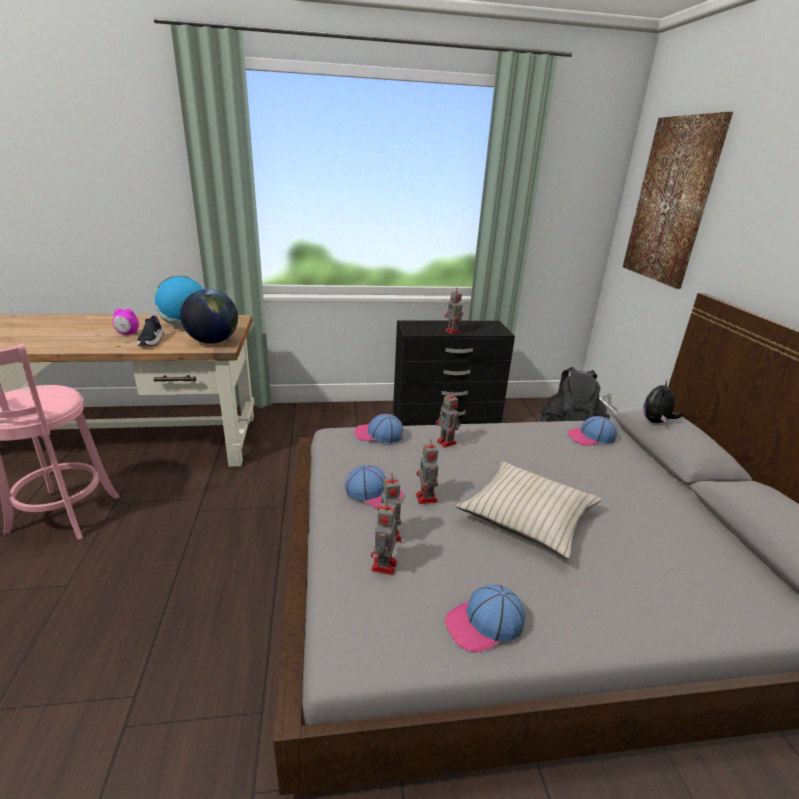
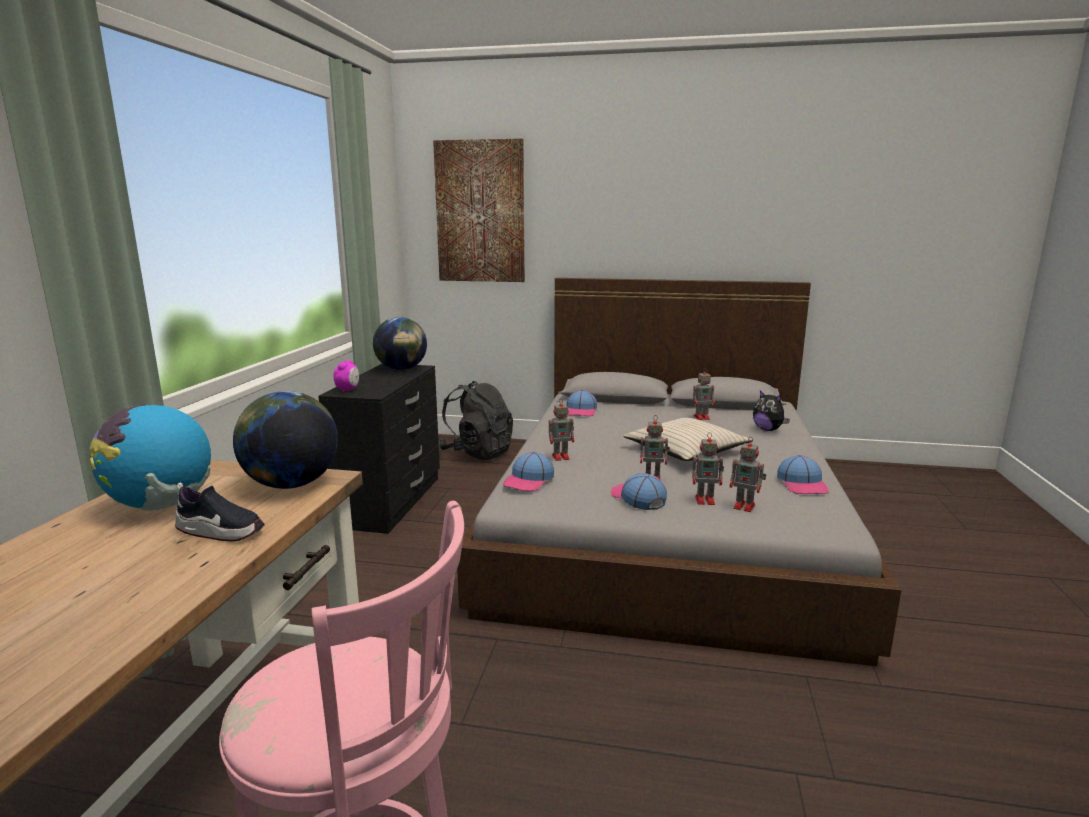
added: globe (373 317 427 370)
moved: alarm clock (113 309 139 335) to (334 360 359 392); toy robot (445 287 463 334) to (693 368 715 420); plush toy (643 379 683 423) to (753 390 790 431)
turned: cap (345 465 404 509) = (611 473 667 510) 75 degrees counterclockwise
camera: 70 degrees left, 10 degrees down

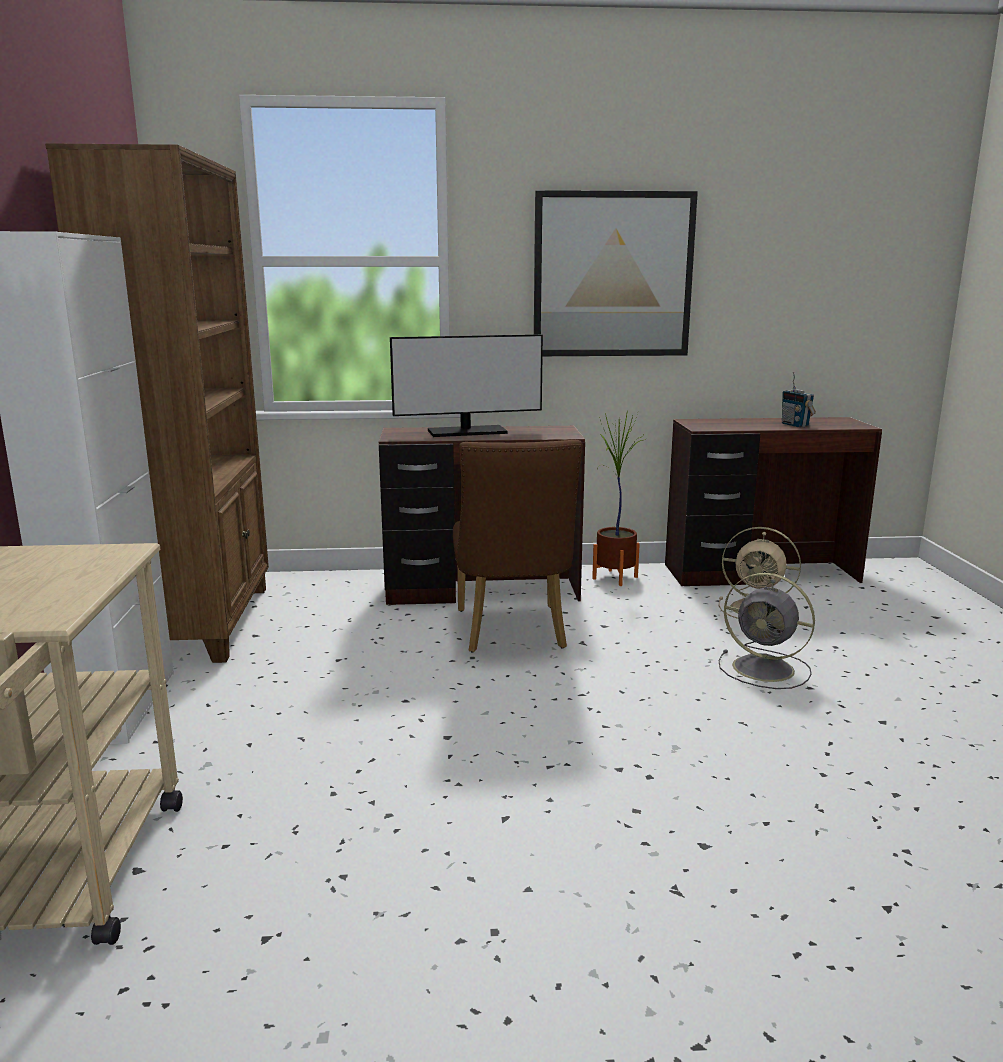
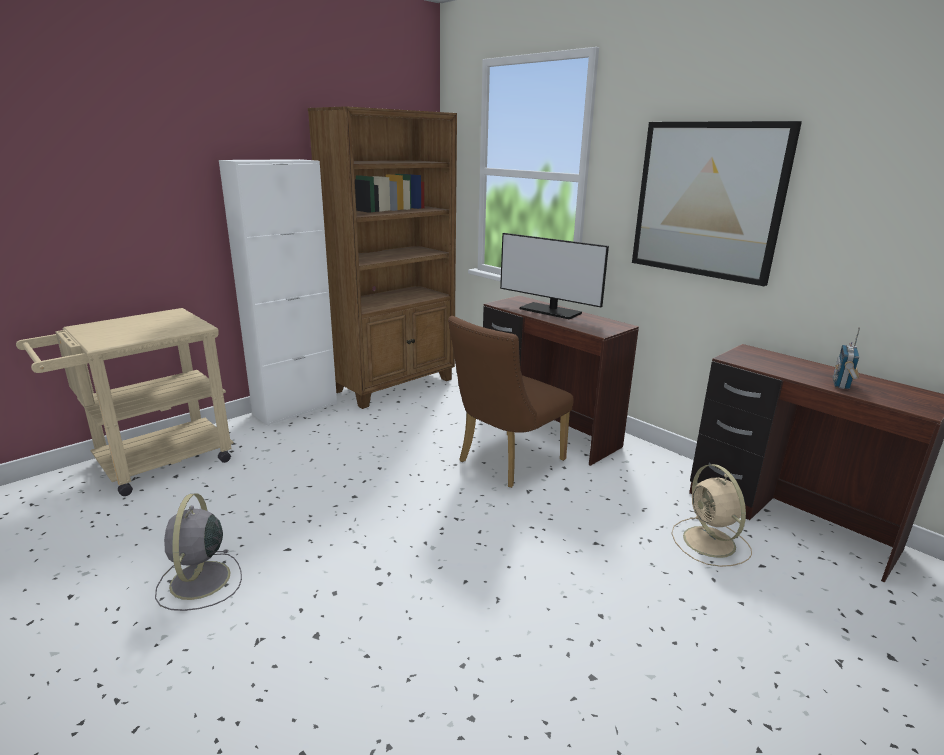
removed: potted plant (592 410 647 586)
moved: grey fan (719 573 815 689) to (155 494 242 611)
camera: 50 degrees right, 5 degrees up

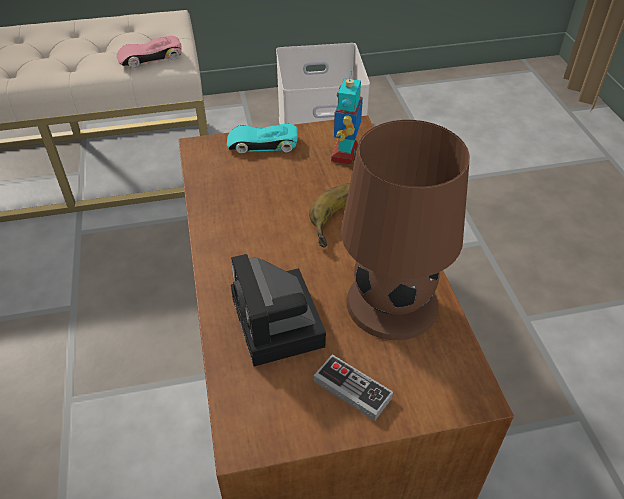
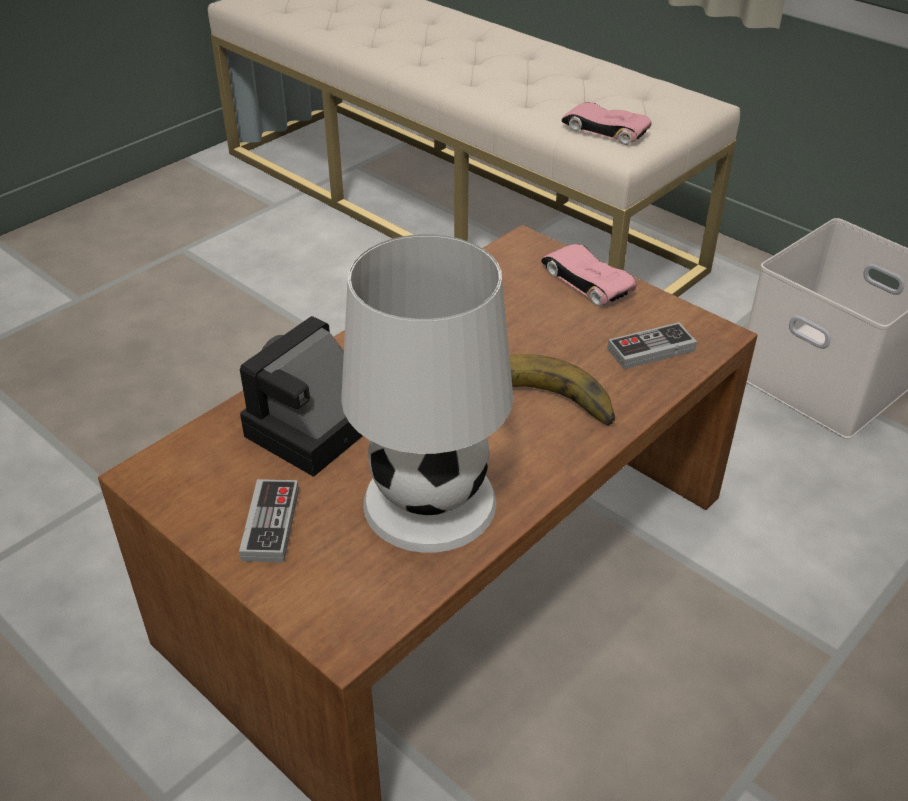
replaced: toy robot (331 71 363 164) to game controller (607 322 697 369)
recoloured: turquoise toy car (227 124 298 153) to pink toy car (541 244 637 306); brown table lamp (341 120 470 340) to white table lamp (341 234 513 553)
camera: 55 degrees right, 5 degrees down

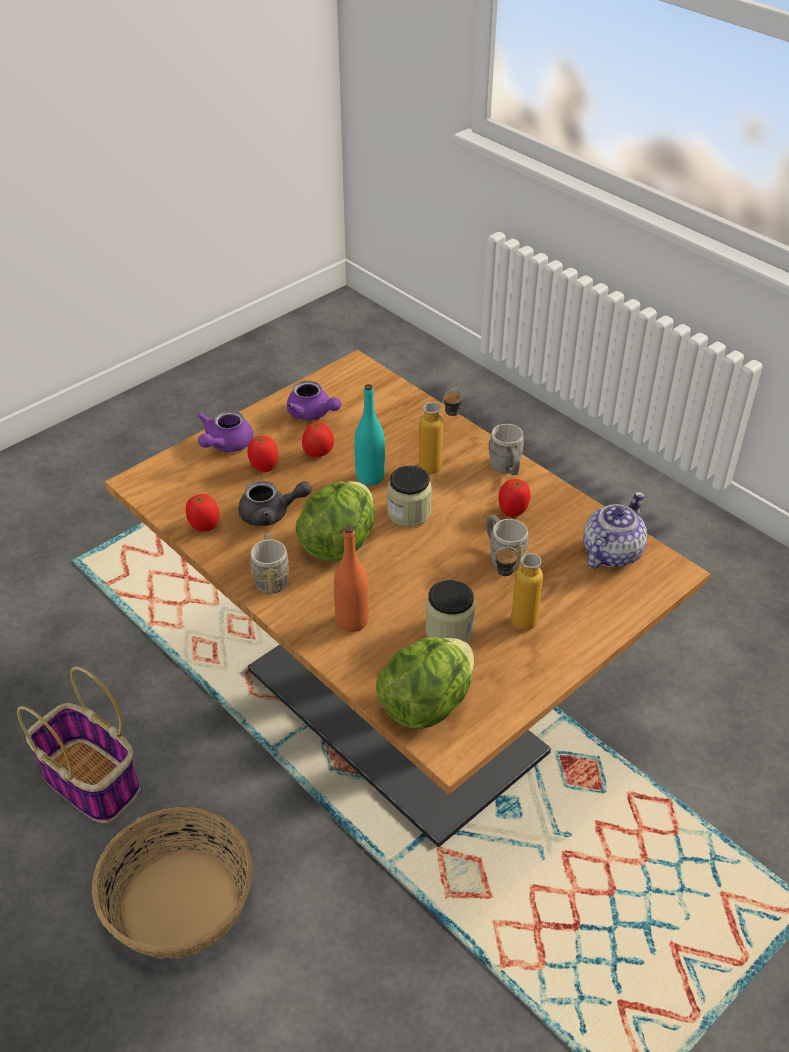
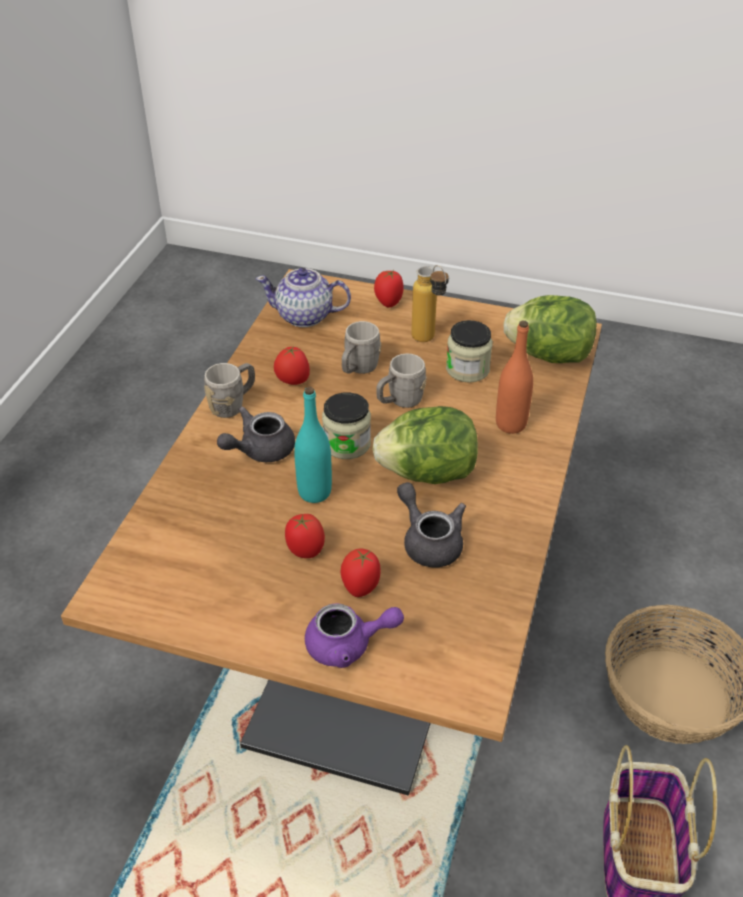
removed: purple teapot (287 380 341 421)
moved: tomato (186 494 219 532) to (374 270 404 307); grey mug (250 533 290 594) to (376 353 426 408)
replaced: bottle (419 389 463 474) to grey teapot (217 407 295 462)
camera: 120 degrees left, 0 degrees up

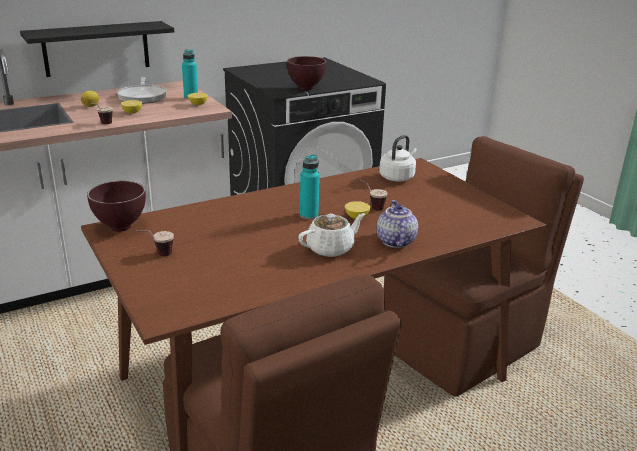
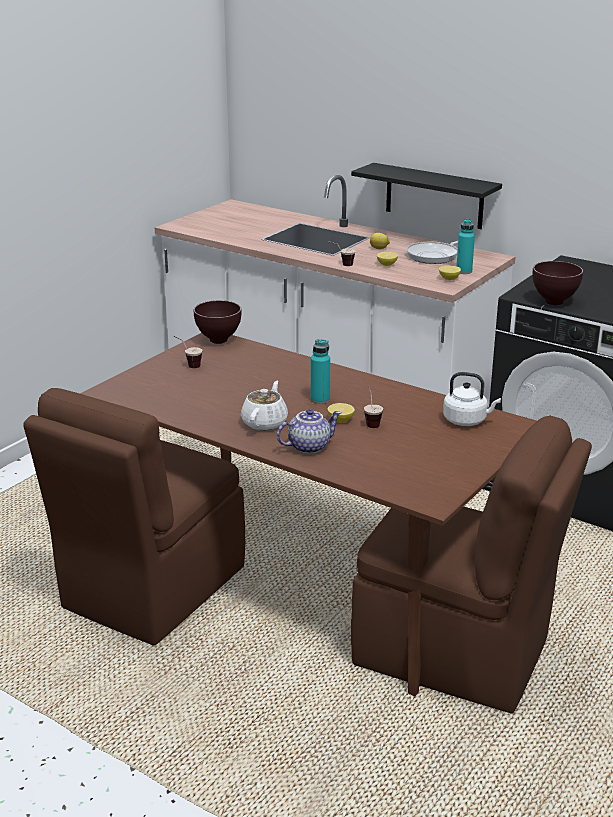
turned: white teapot (298 213 366 257) = (241 381 288 430) 105 degrees counterclockwise
camera: 65 degrees right, 0 degrees up

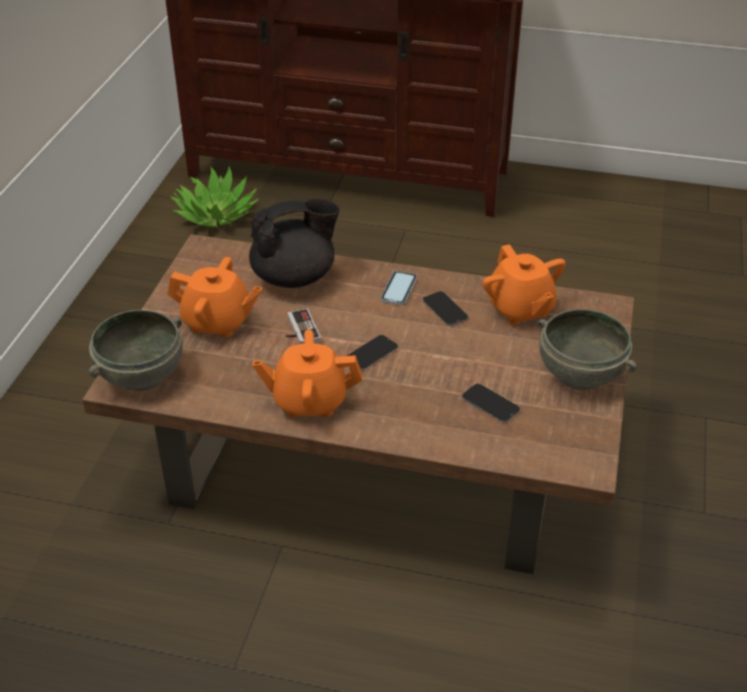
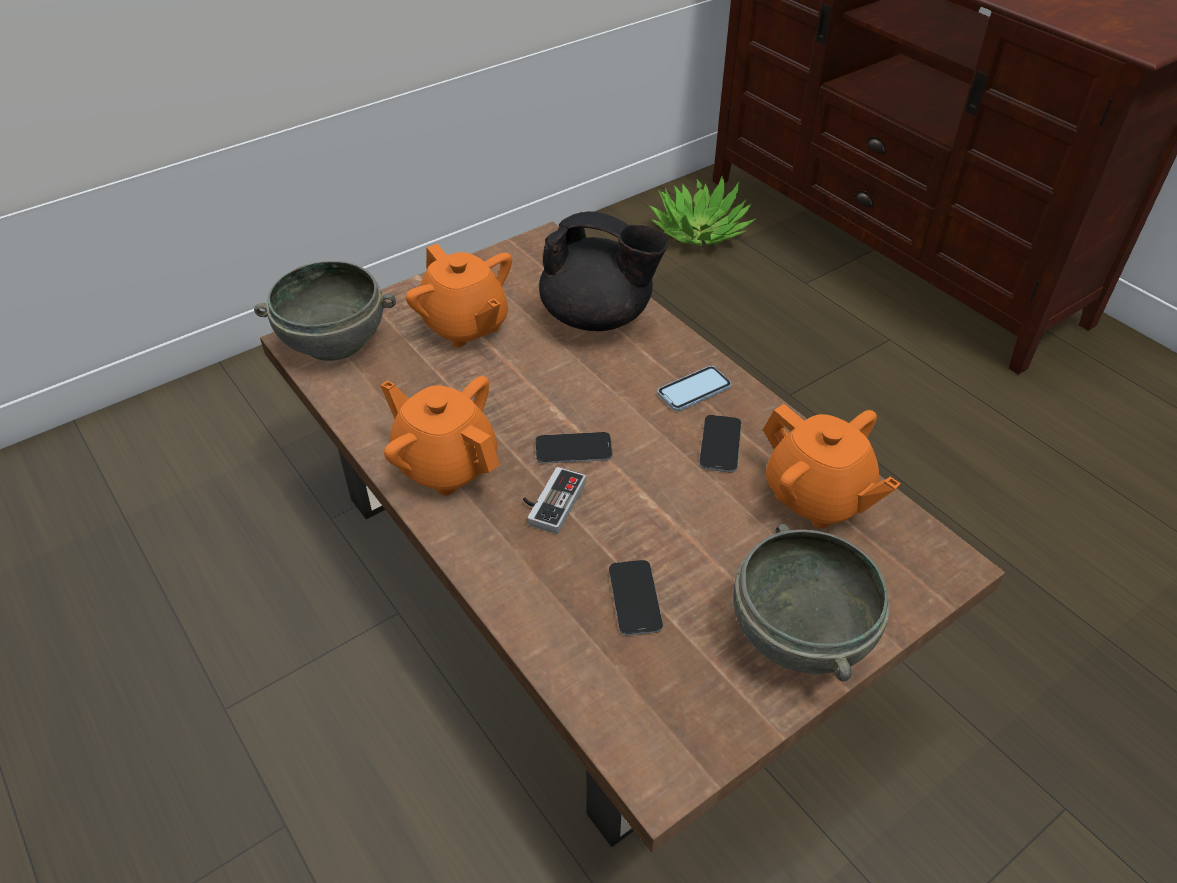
moved: game controller (286 308 321 344) to (523 467 586 534)
turned: orange teapot (483 244 566 325) = (763 404 901 529) 60 degrees counterclockwise
camera: 40 degrees right, 5 degrees up

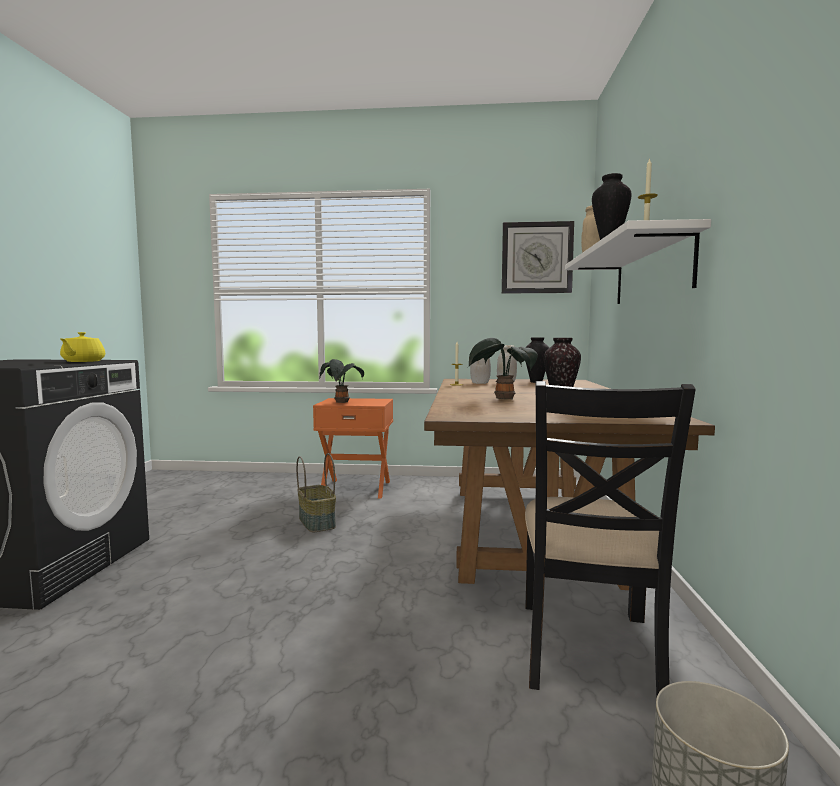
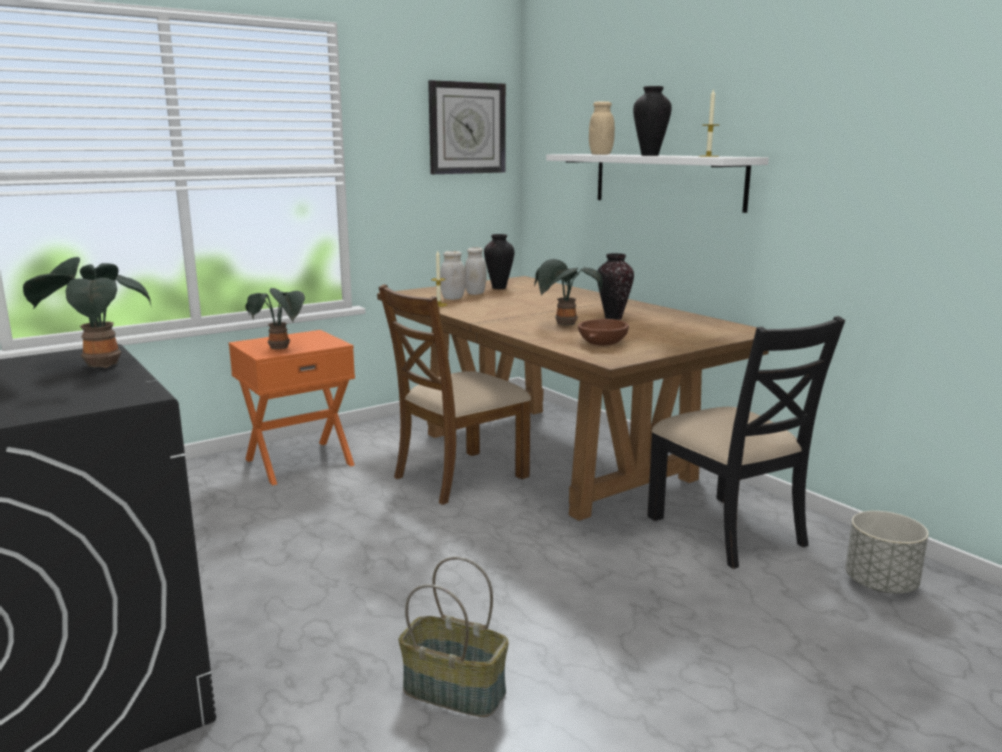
added: brown chair (378 284 531 505); brown bowl (578 319 629 345)
moved: basket (296 453 336 532) to (399 557 509 717)
replaced: yellow teapot (60 332 105 362) to potted plant (23 257 151 368)
camera: 40 degrees left, 10 degrees up

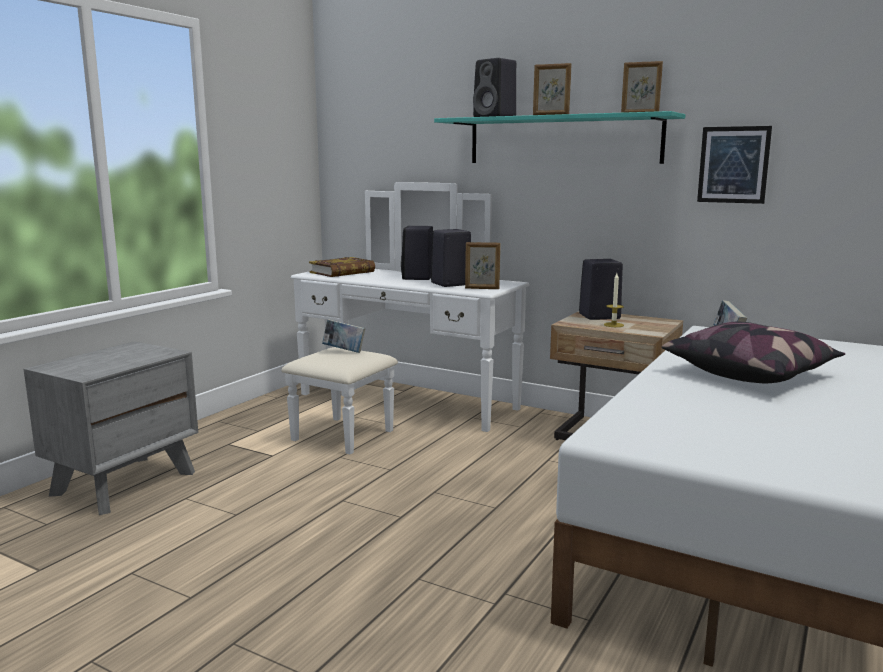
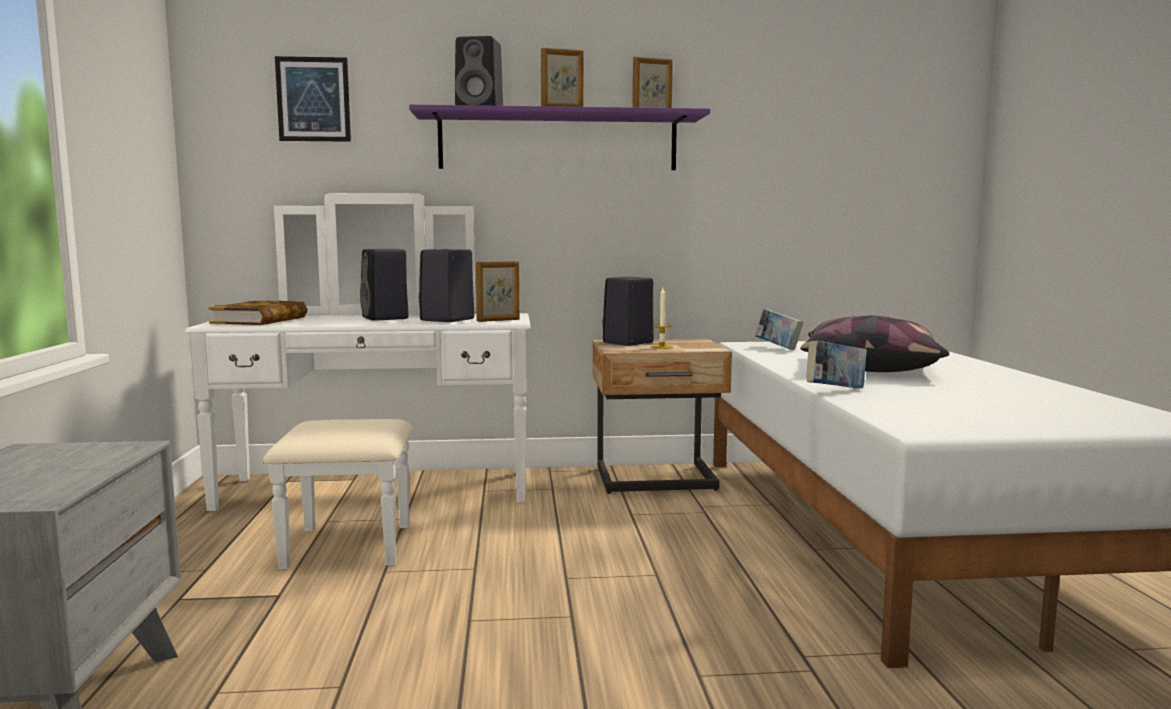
moved: book (322 319 365 353) to (807 340 867 388); picture (697 126 772 204) to (275 56 351 142)
recoloured: turquoise shelf (434 111 685 164) to purple shelf (409 105 710 170)
camera: 35 degrees left, 5 degrees down

